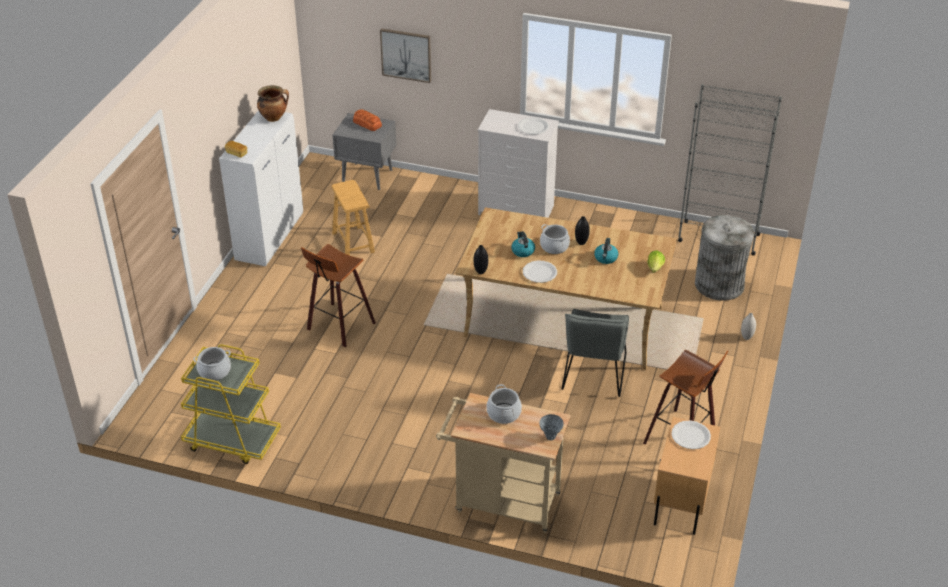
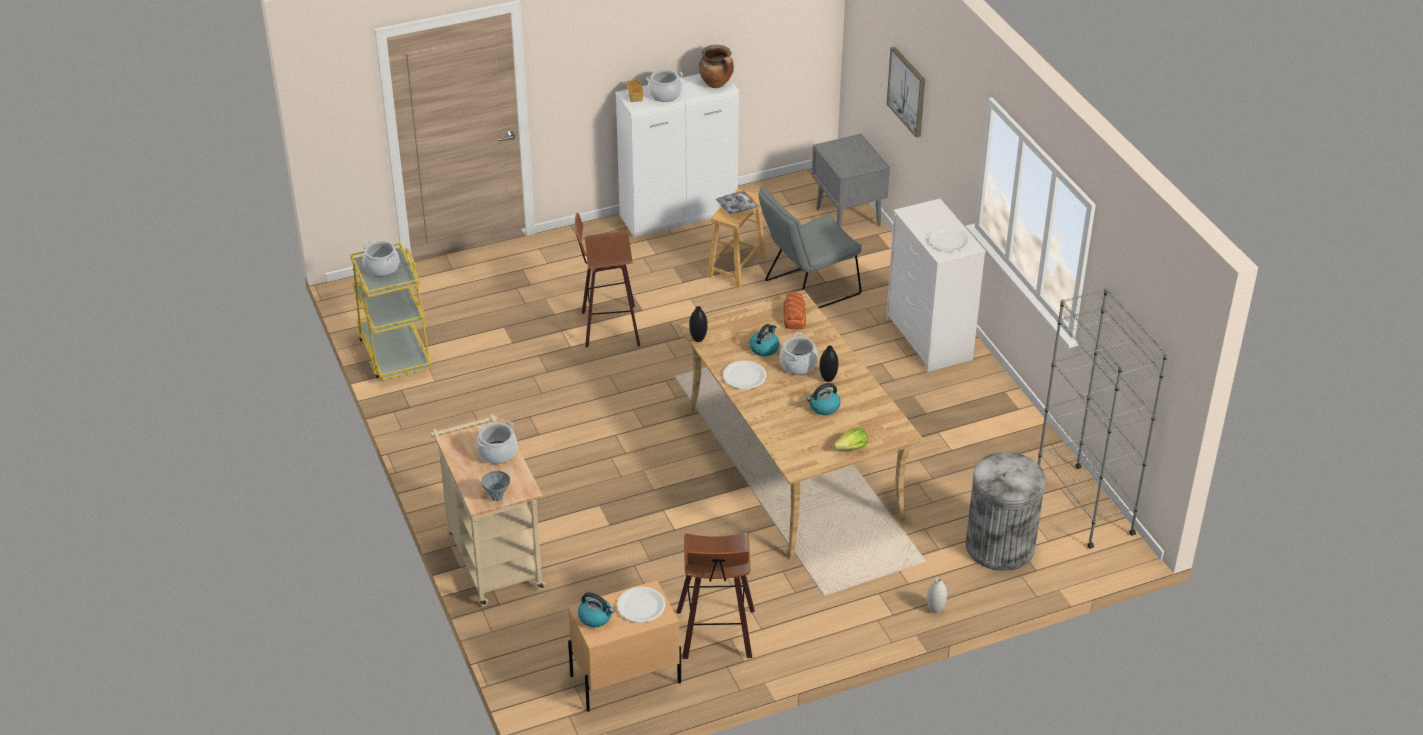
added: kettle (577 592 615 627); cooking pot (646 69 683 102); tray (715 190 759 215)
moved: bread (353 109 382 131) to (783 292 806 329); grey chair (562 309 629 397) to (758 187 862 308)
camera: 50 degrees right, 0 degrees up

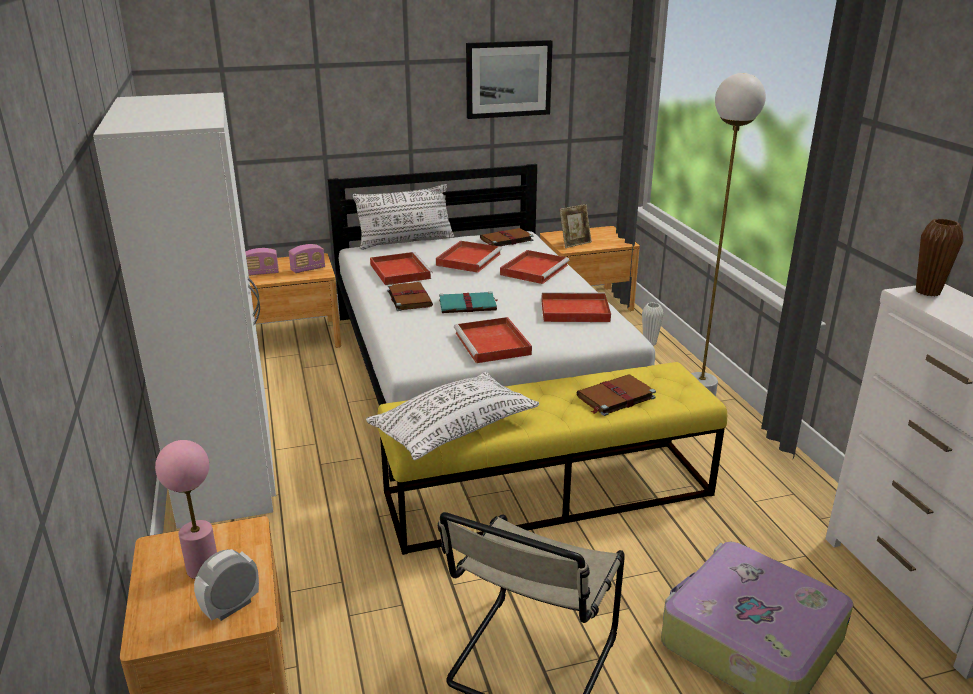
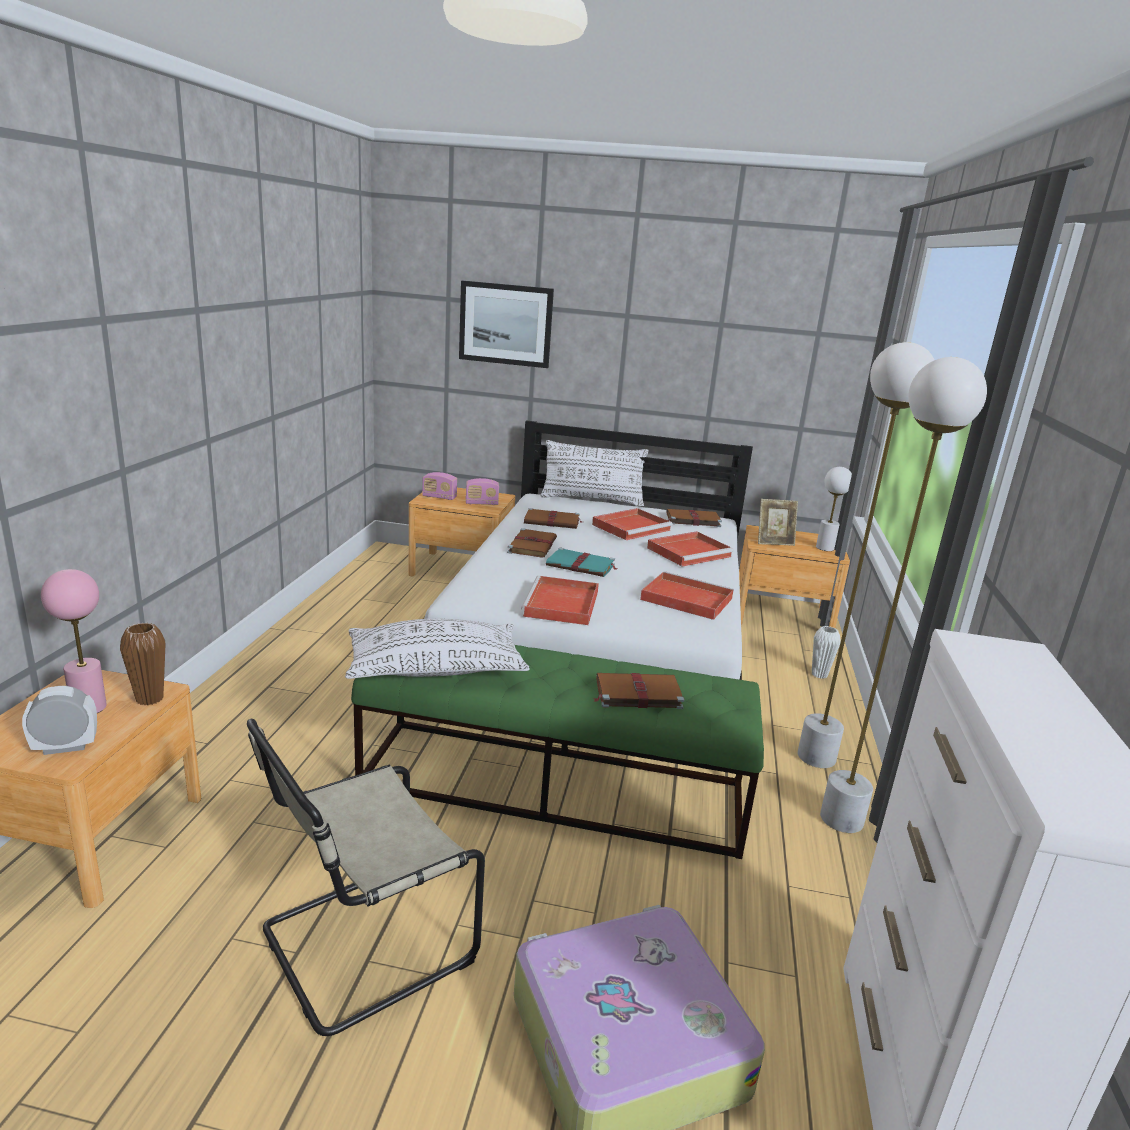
removed: white wardrobe (93 92 276 529)
added: white table lamp (816 467 852 551); white floor lamp (820 357 987 833)
moved: picture (466 40 553 119) to (459 281 554 368); brown vase (916 219 963 296) to (120 623 166 705)
replaced: red tray (370 252 433 285) to brown book (524 508 583 529)
recoloured: yellow bench (378 362 727 555) to green bench (351 645 764 859)
camera: 25 degrees right, 5 degrees down

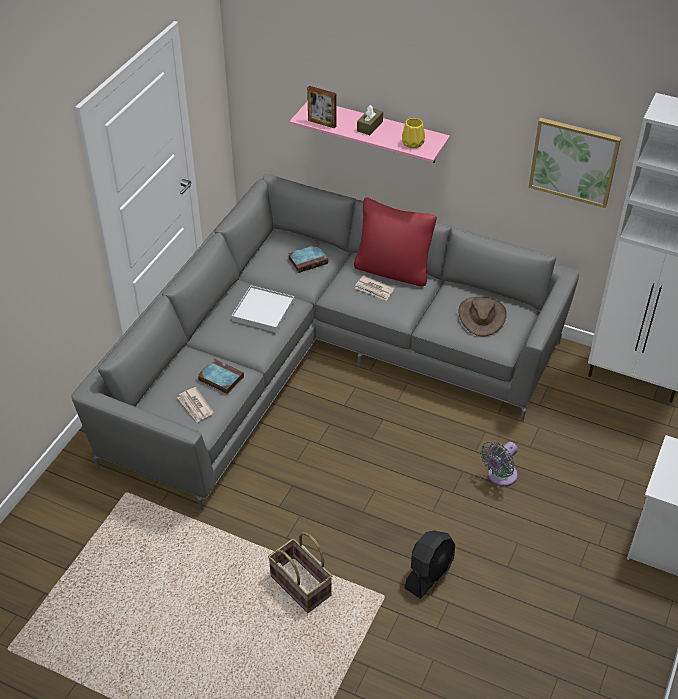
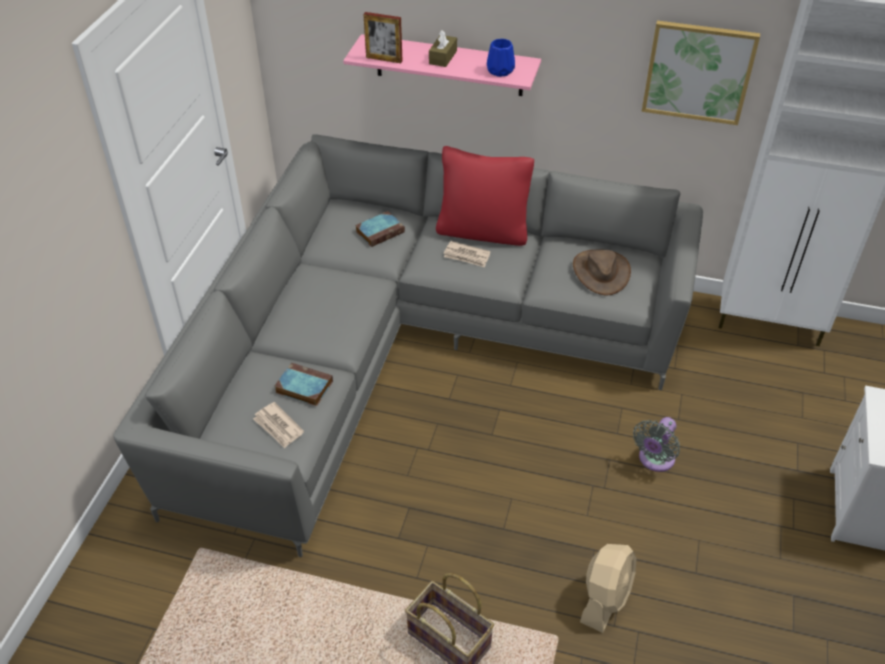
removed: white tray (232 286 295 333)
recoloured: yellow vase (402 118 425 148) to blue vase (487 39 515 77); black fan (405 531 455 599) to beige fan (580 544 636 633)
camera: 10 degrees left, 0 degrees up

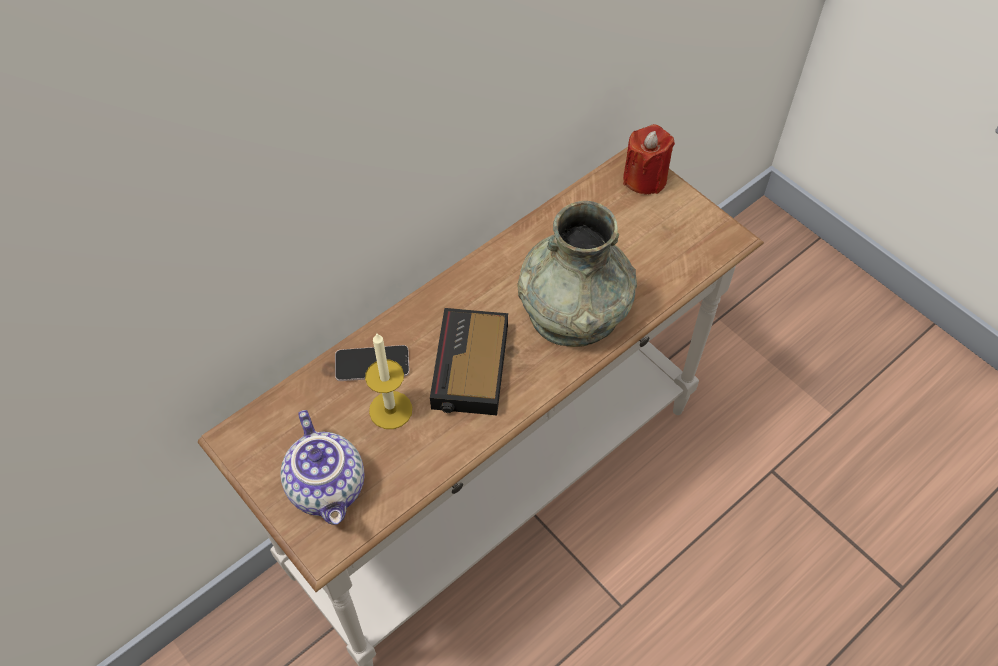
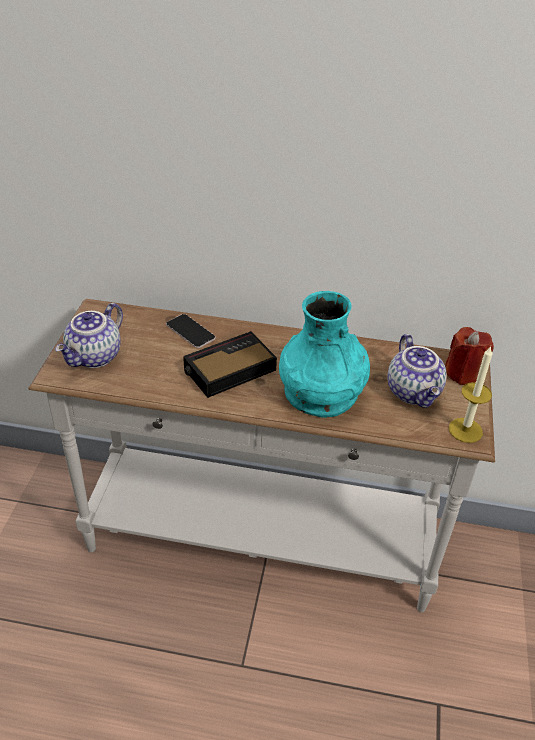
added: teapot (388 334 447 408)
moved: candle (365 332 412 429) to (449 346 492 443)
recoloured: grey vase (517 201 637 347) to turquoise vase (279 291 370 418)
camera: 50 degrees right, 15 degrees down

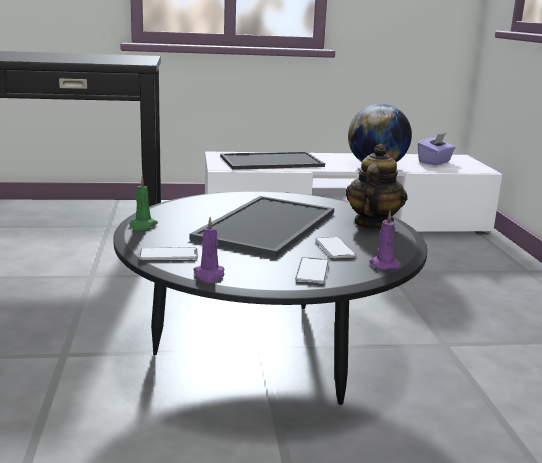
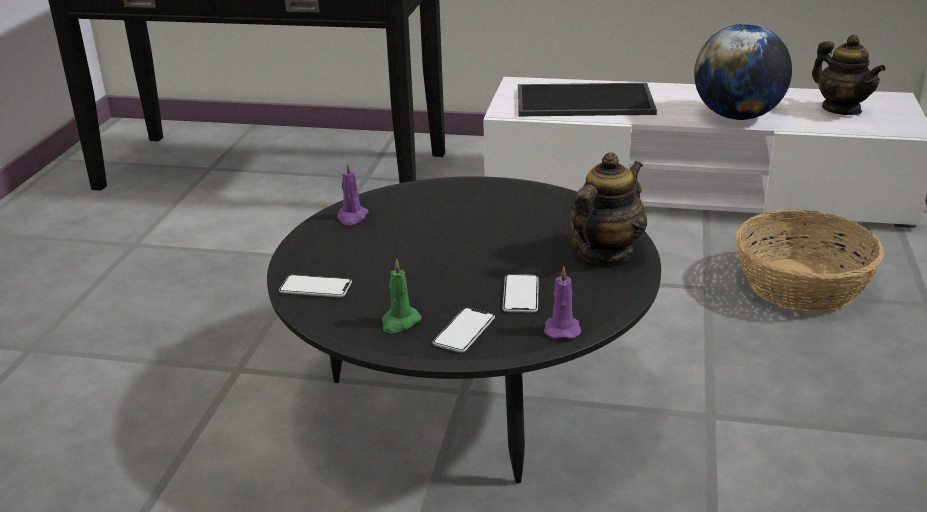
removed: tray (189 196 334 257)
added: basket (735 210 884 312)
moved: green candle (129 176 158 231) to (381 259 421 333); purple candle (194 217 224 283) to (337 162 369 225)
replaced: purple tissue box (418 133 456 165) to teapot (812 35 886 115)
camera: 20 degrees right, 10 degrees up

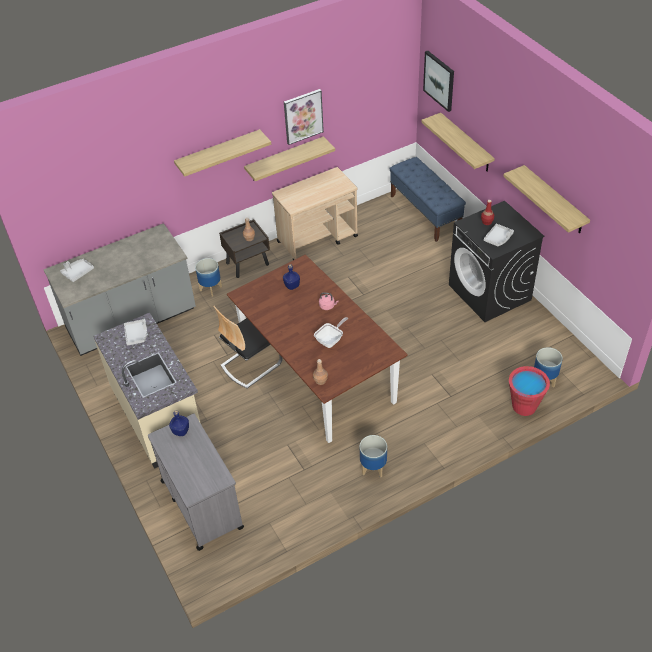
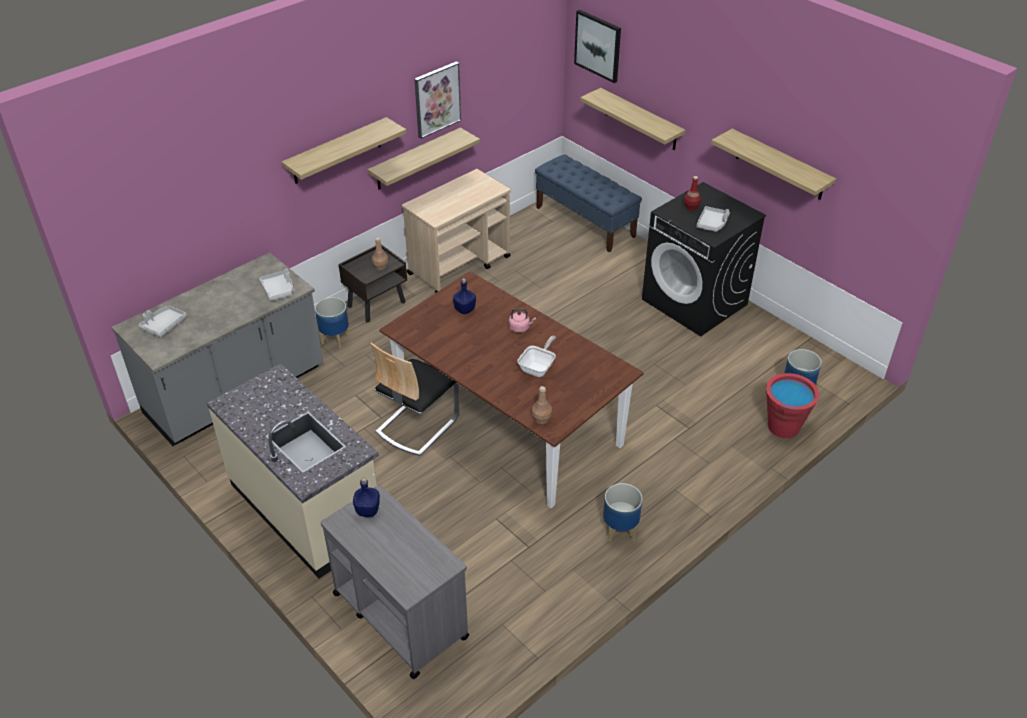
moved: grey tray (124 319 147 345) to (259 269 293 301)
camera: 15 degrees left, 5 degrees down

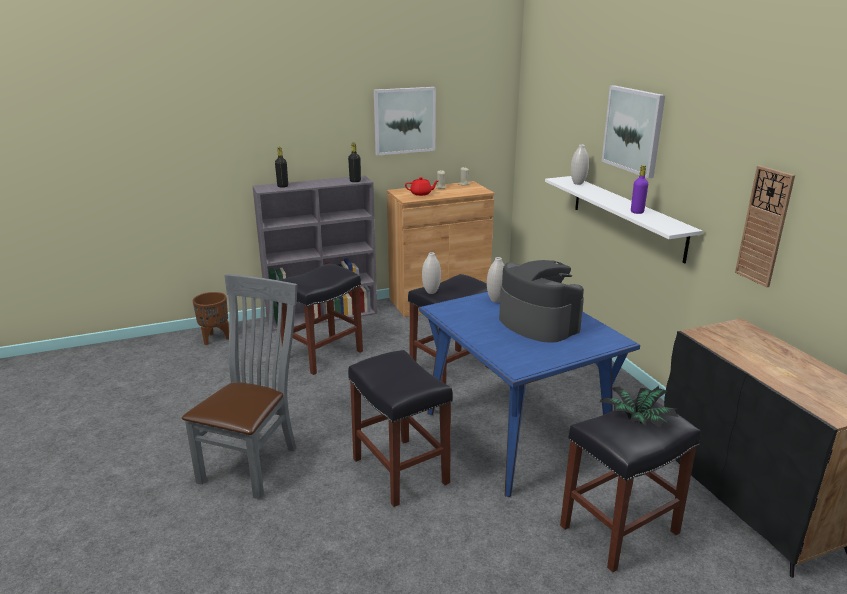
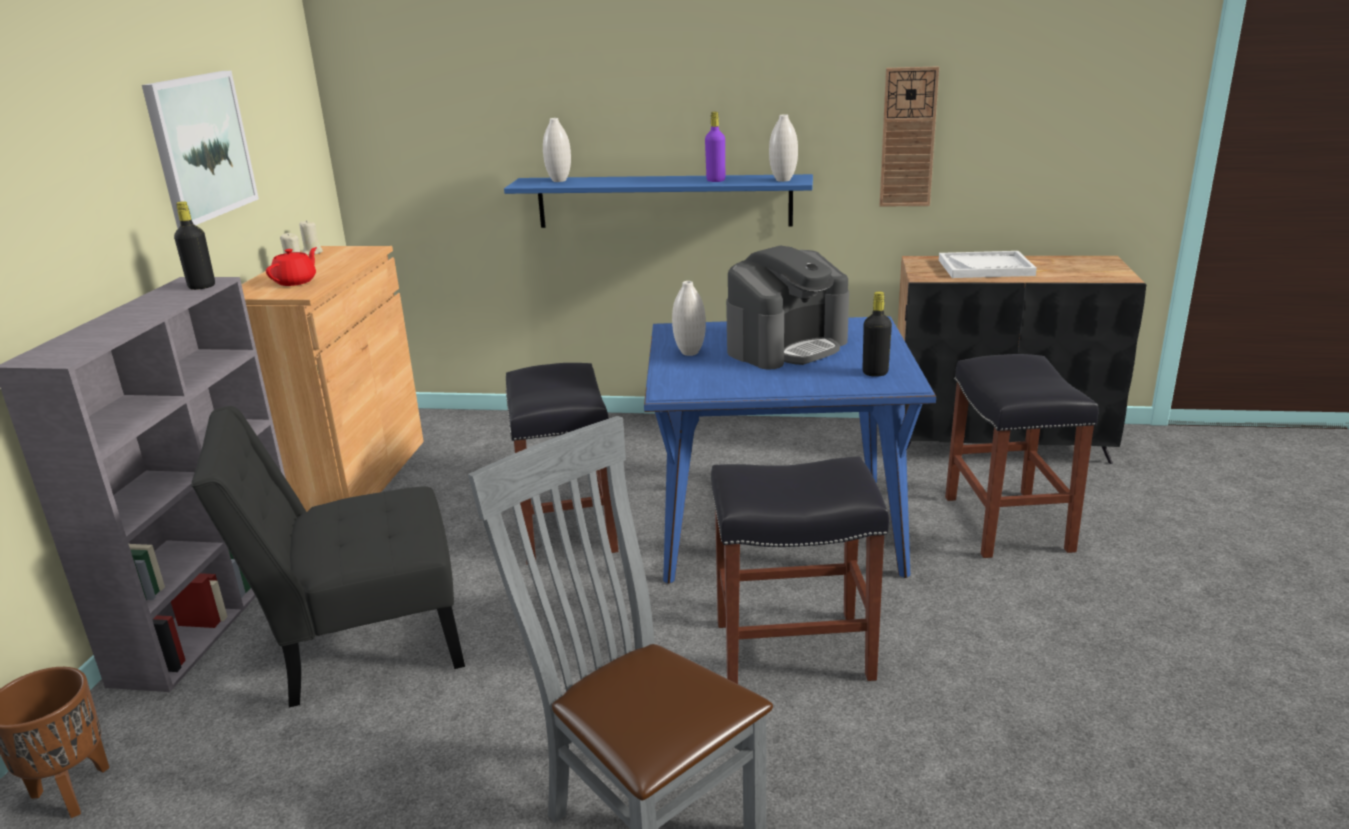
removed: potted plant (600 386 678 428); picture (602 85 665 178)
added: white tray (939 251 1037 278)
moved: black bottle (275 147 288 188) to (863 291 892 377); white vase (422 252 441 294) to (769 114 798 182)
replaced: black stool (279 263 363 375) to black chair (191 406 465 708)
recoloured: white shelf (545 176 703 264) to blue shelf (504 174 813 228)
turned: coffee machine (499 260 584 343) = (726 245 849 370) 150 degrees clockwise
camera: 60 degrees left, 0 degrees up

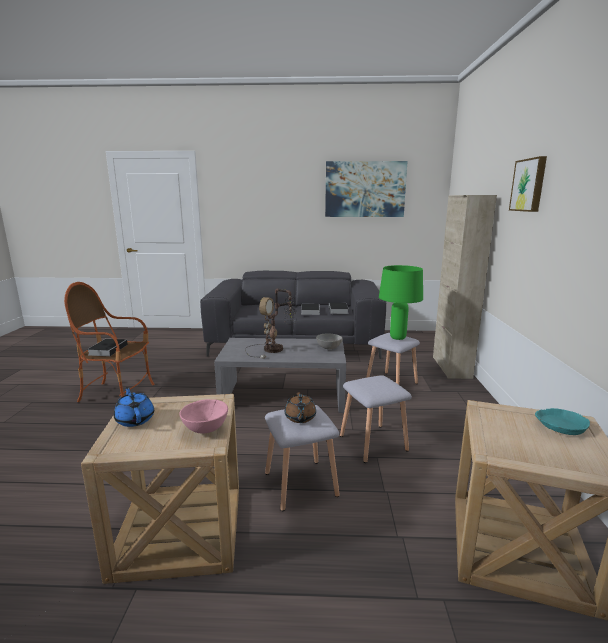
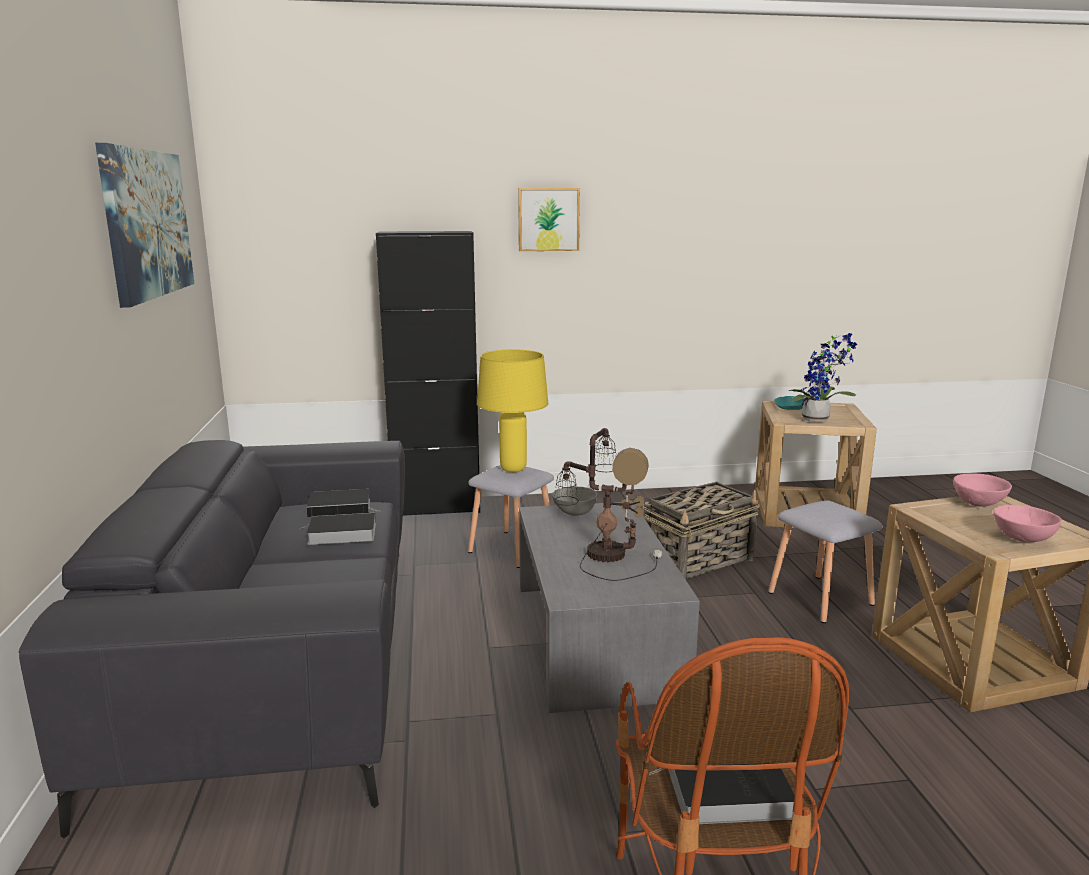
removed: brown teapot (285 392 316 423)
added: potted plant (789 333 857 422)
replaced: blue teapot (114 387 154 427) to pink bowl (993 505 1062 542); grey stool (340 375 412 463) to basket (642 481 760 580)
recoloured: green table lamp (379 265 423 340) to yellow table lamp (477 349 548 472); beige cabinet (433 195 497 379) to black cabinet (376 231 480 516)
camera: 100 degrees left, 0 degrees up

